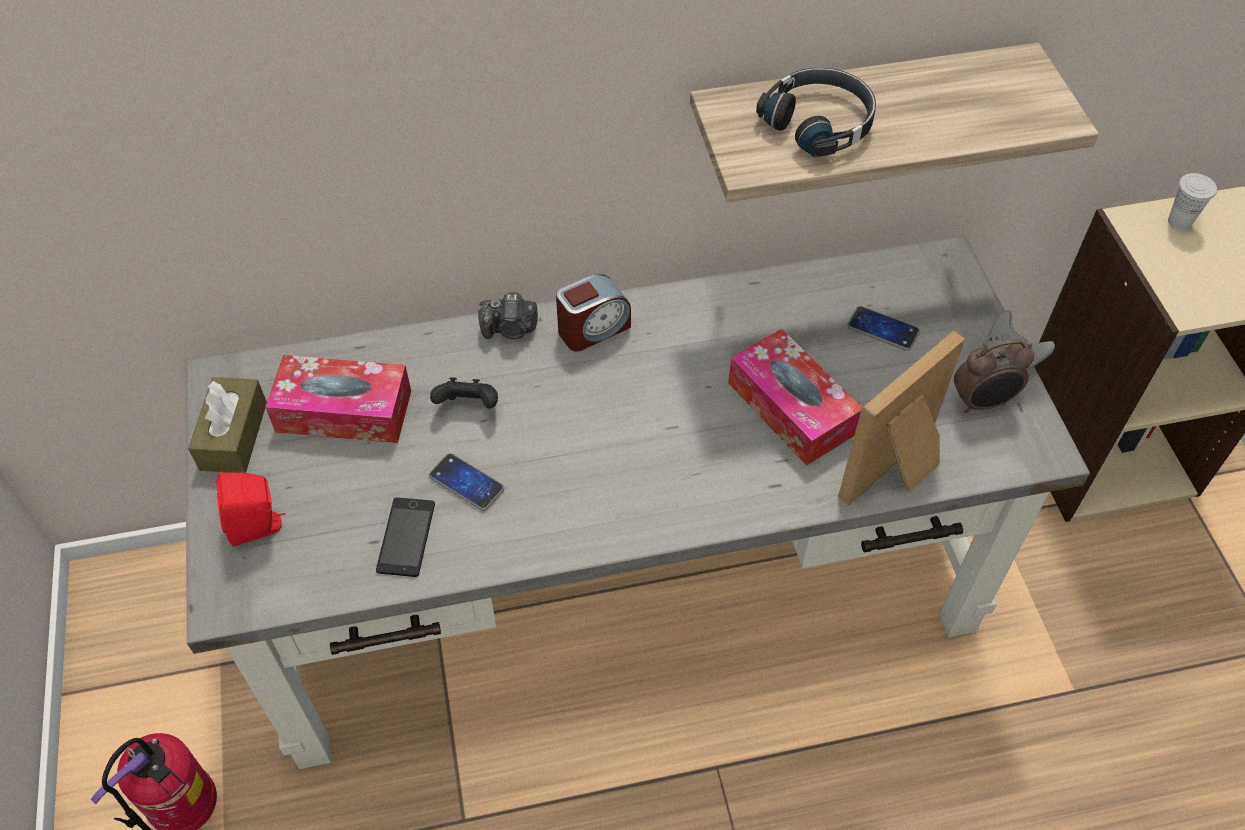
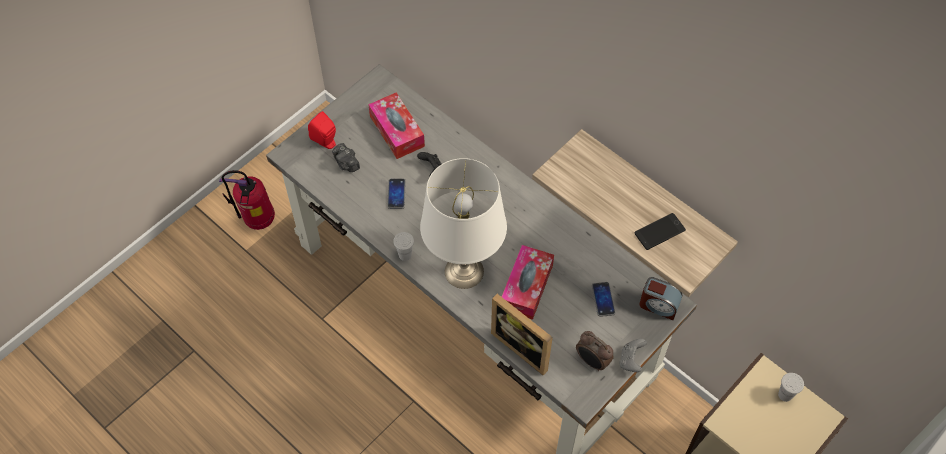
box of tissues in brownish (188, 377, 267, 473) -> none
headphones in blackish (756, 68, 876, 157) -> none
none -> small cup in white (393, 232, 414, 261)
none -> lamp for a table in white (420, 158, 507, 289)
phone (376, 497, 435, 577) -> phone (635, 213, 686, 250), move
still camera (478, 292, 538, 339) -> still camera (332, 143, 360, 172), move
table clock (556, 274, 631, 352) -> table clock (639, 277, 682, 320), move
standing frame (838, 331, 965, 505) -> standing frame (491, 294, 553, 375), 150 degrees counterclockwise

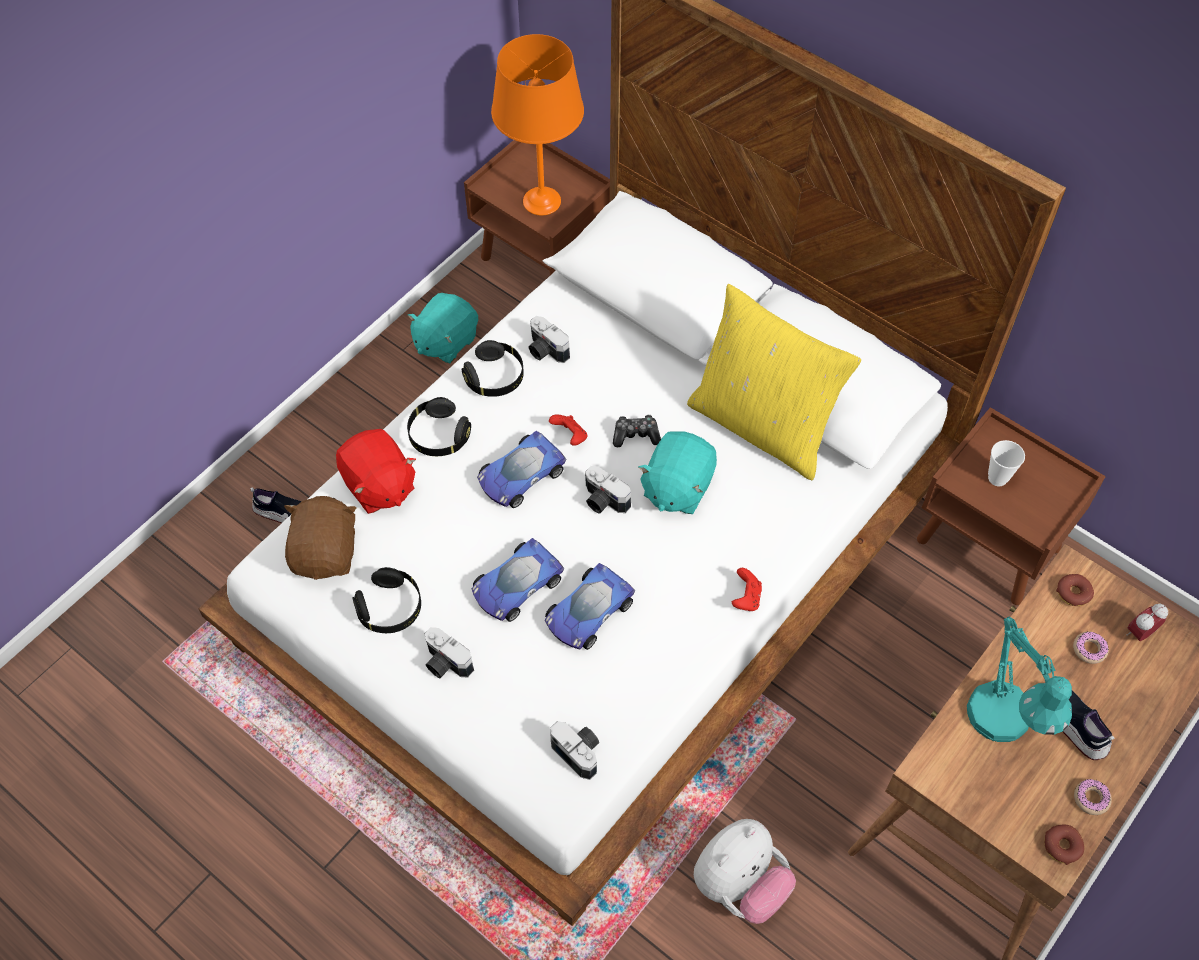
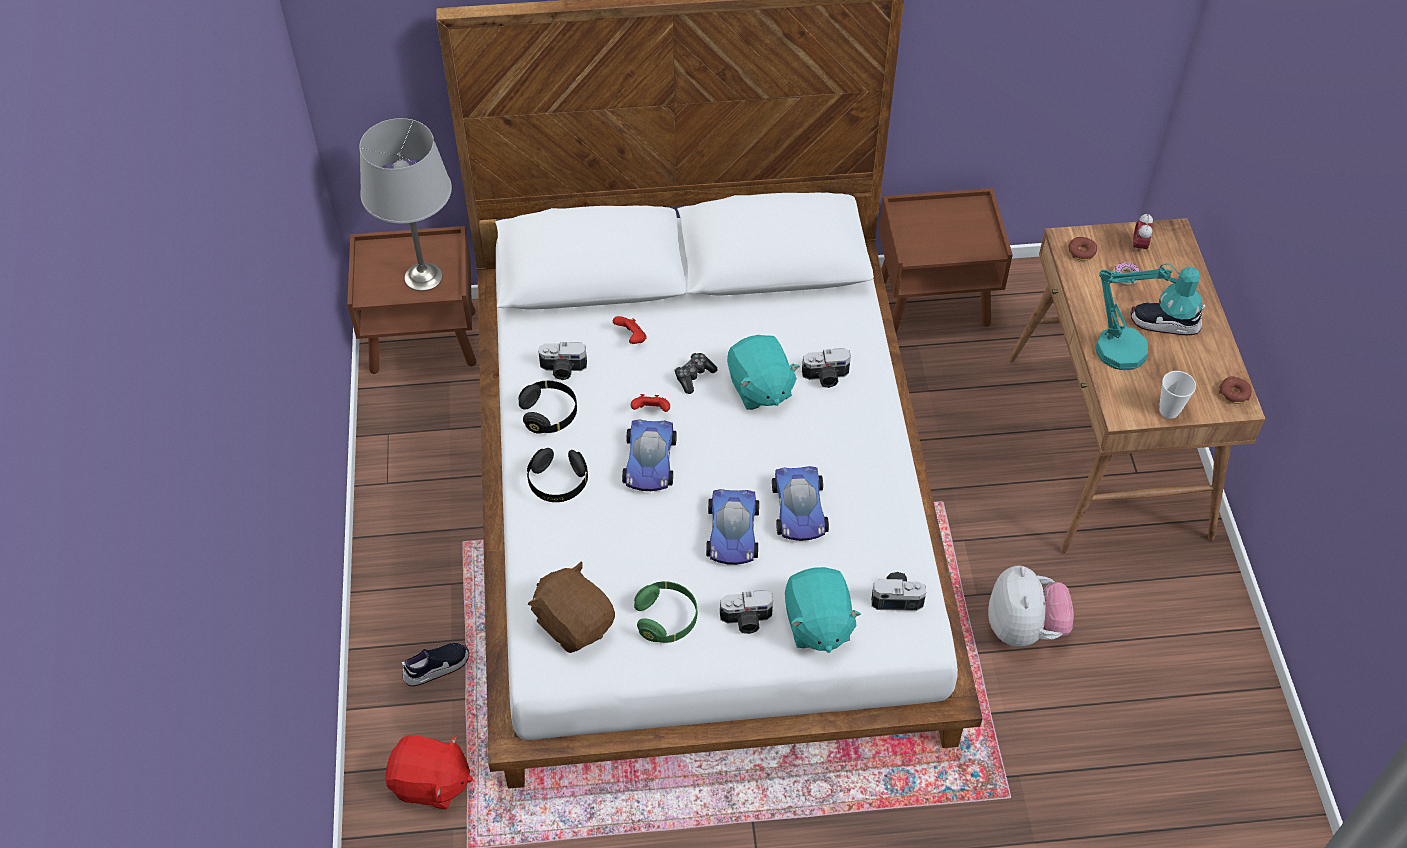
throw pillow in yellowish (687, 284, 861, 480) -> none
donut (1074, 779, 1112, 815) -> none
soft toy in red (336, 429, 416, 514) -> soft toy in red (385, 735, 473, 809), move
soft toy in turquoise-coloured (408, 293, 478, 363) -> soft toy in turquoise-coloured (785, 567, 861, 653), move
still camera (585, 466, 631, 514) -> still camera (802, 348, 851, 388), move
joypad in red (732, 568, 762, 611) -> joypad in red (613, 316, 647, 344), move
small cup (988, 440, 1025, 486) -> small cup (1159, 371, 1196, 419), move
headphones in blackish (352, 567, 421, 633) -> headphones in green-coloured (634, 581, 697, 643)
lamp for a table in orange-coloured (491, 34, 584, 215) -> lamp for a table in greyish (359, 118, 452, 291)

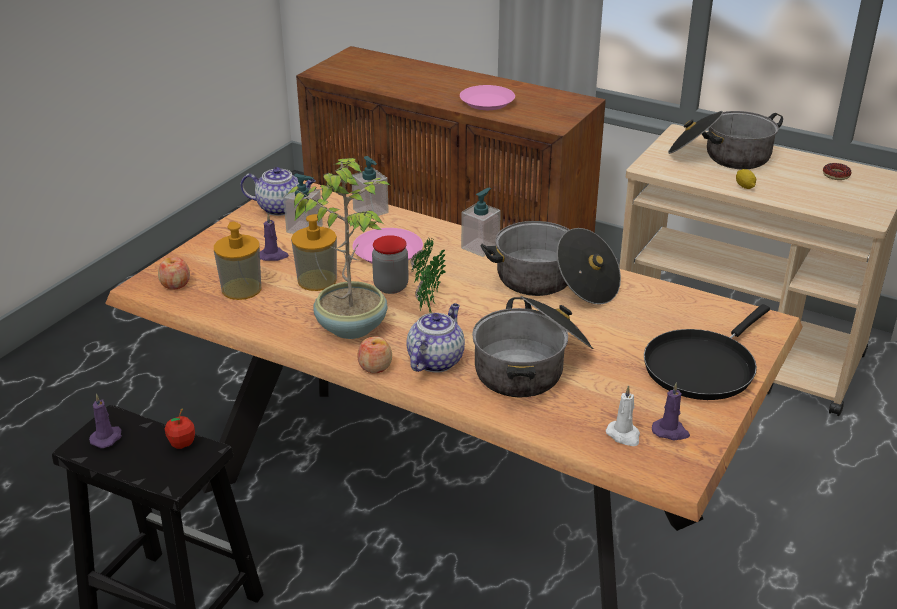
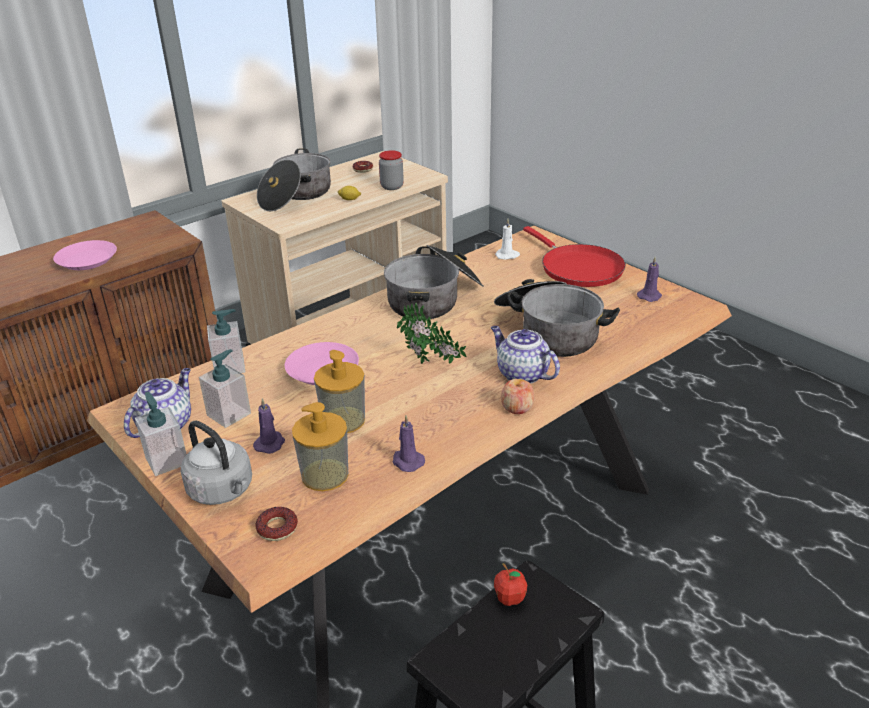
houseplant (287, 158, 390, 339) -> none
none -> water kettle in greyish (180, 420, 252, 505)
candle in purple (89, 394, 122, 448) -> candle in purple (392, 415, 425, 472), move
jar (372, 235, 409, 294) -> jar (379, 150, 404, 190), move
liquid soap bottle (461, 188, 501, 257) -> liquid soap bottle (135, 392, 187, 476), move
candle in white (606, 385, 640, 446) -> candle in white (495, 219, 520, 260), move
whole apple (158, 257, 190, 290) -> donut (256, 507, 298, 541)
pan in blackish (644, 304, 770, 400) -> pan in red (523, 226, 626, 287)

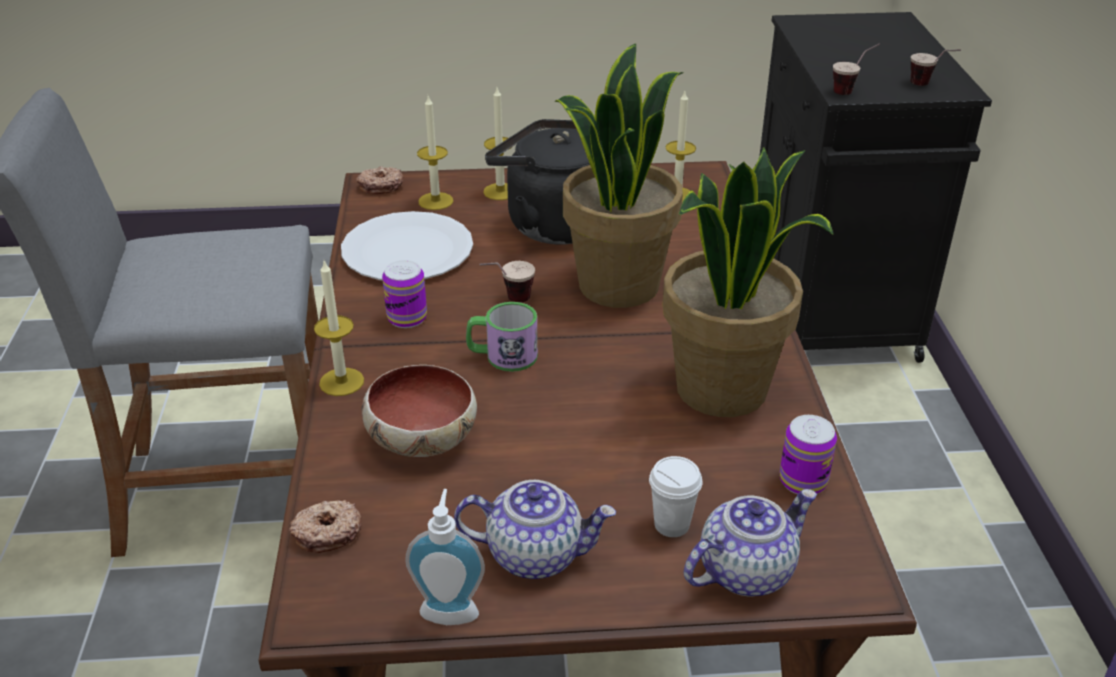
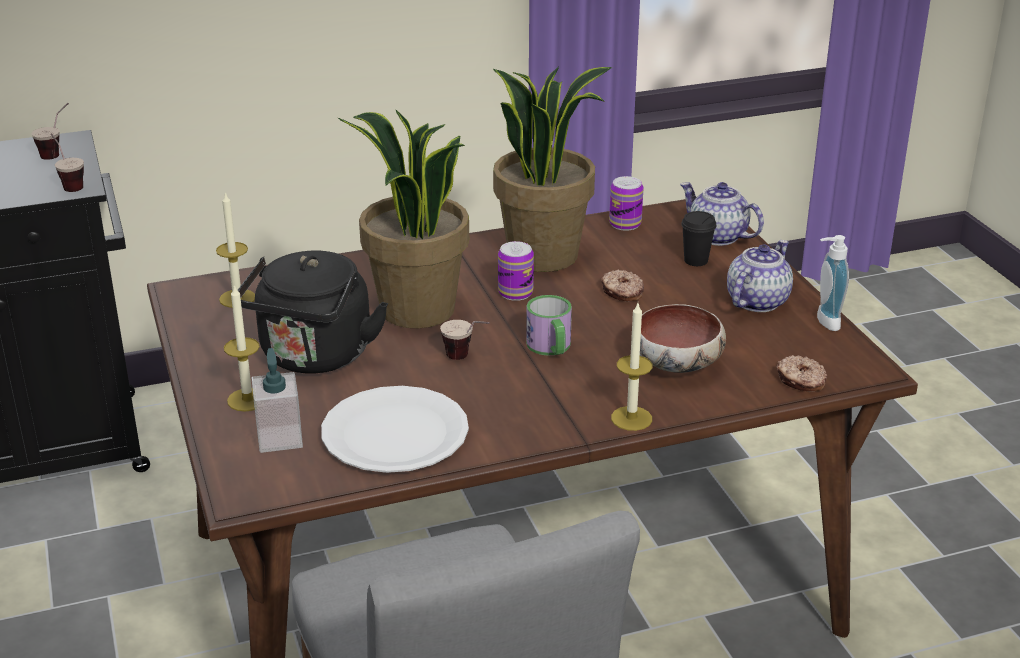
donut (356, 166, 403, 194) -> donut (601, 269, 644, 302), move
metal can (382, 260, 427, 328) -> metal can (498, 241, 534, 301), move
candle (417, 96, 453, 210) -> liquid soap bottle (252, 348, 303, 453)
small cup in white (649, 456, 703, 537) -> small cup in blackish (681, 211, 717, 266)
teapot (454, 480, 616, 579) -> teapot (727, 240, 793, 312), 45 degrees clockwise

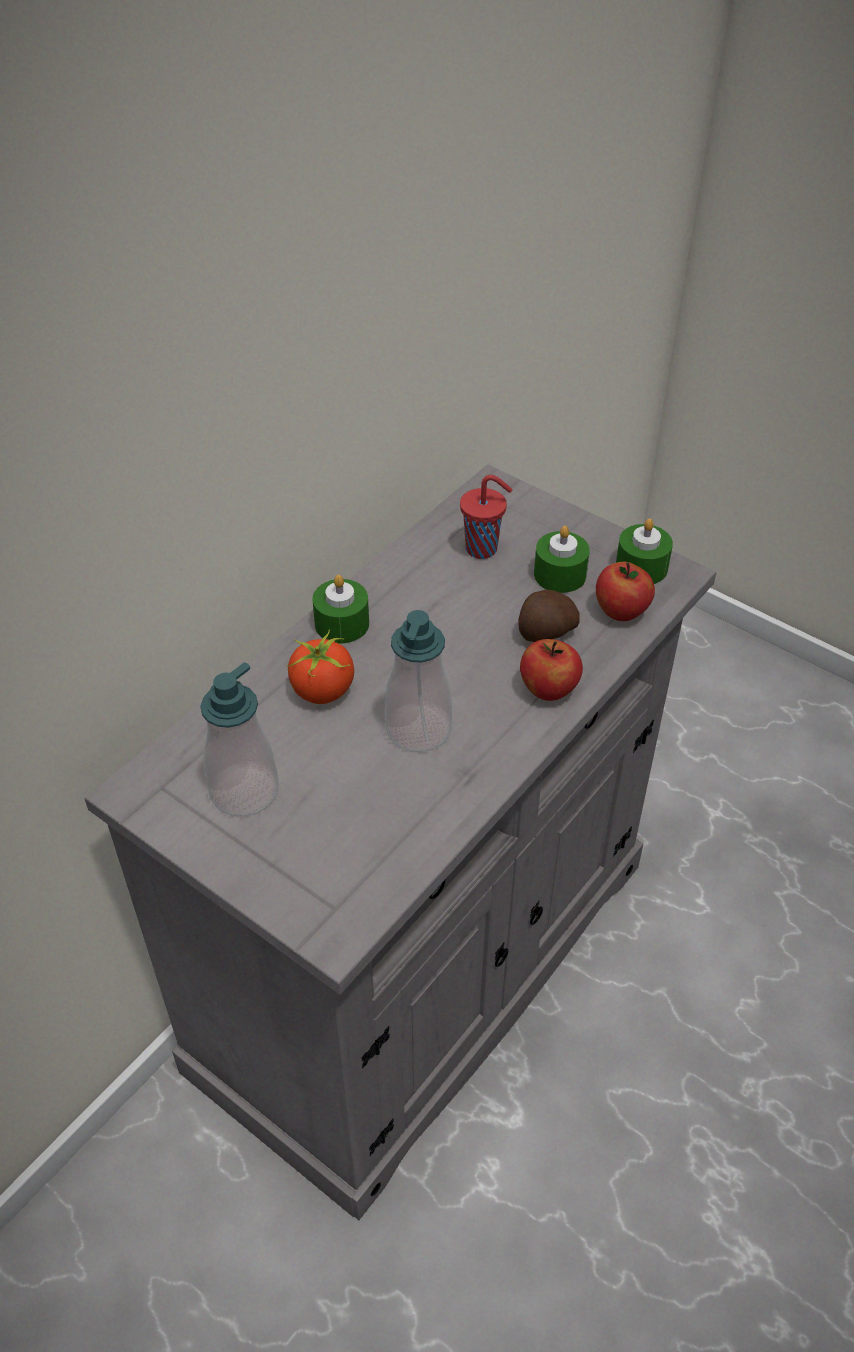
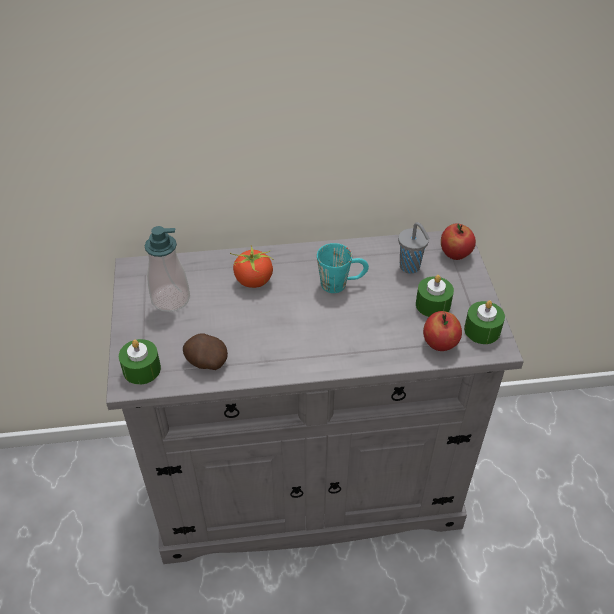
liquid soap bottle (385, 610, 452, 752) -> none
none -> mug in turquoise-coloured (317, 243, 369, 293)
candle in green-coloured (312, 575, 369, 644) -> candle in green-coloured (119, 339, 161, 385), move
whole potato (519, 590, 580, 642) -> whole potato (183, 333, 228, 370), move
whole apple (520, 639, 583, 701) -> whole apple (441, 223, 476, 260), move
small cup in red (460, 475, 512, 559) -> small cup in greyish (398, 222, 430, 274)

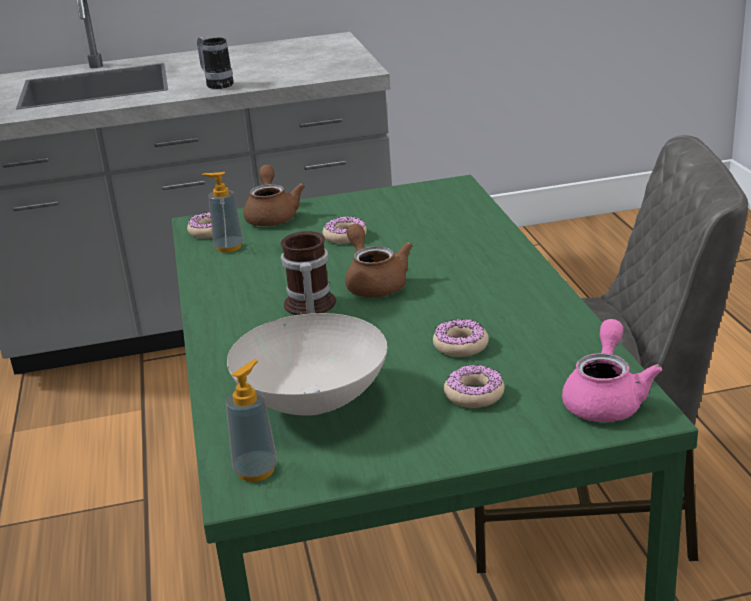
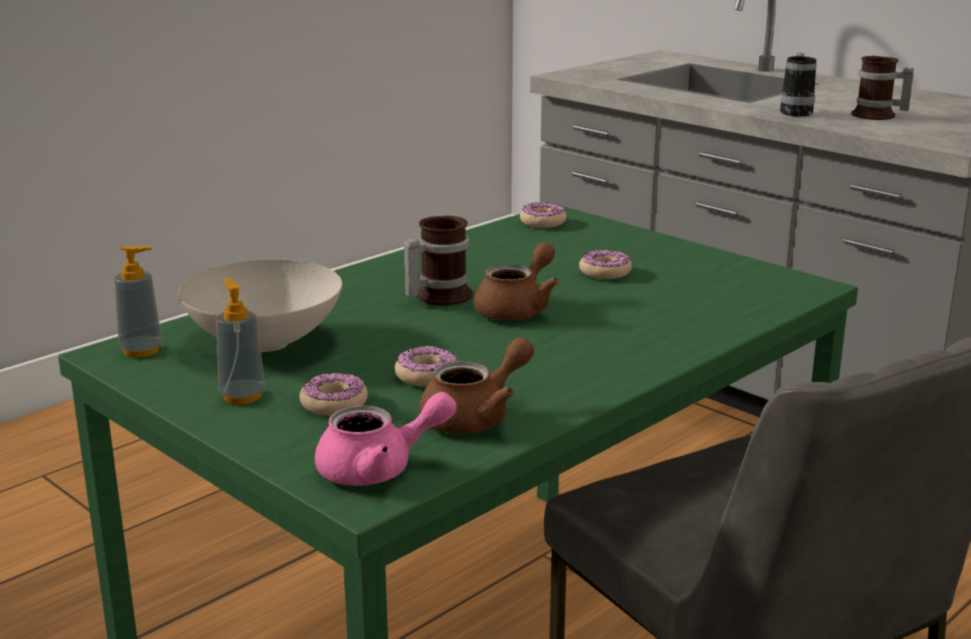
none -> mug (851, 56, 914, 120)
liquid soap bottle (202, 172, 243, 253) -> liquid soap bottle (216, 278, 265, 404), move
teapot in brownish (244, 165, 305, 226) -> teapot in brownish (419, 337, 534, 434), move

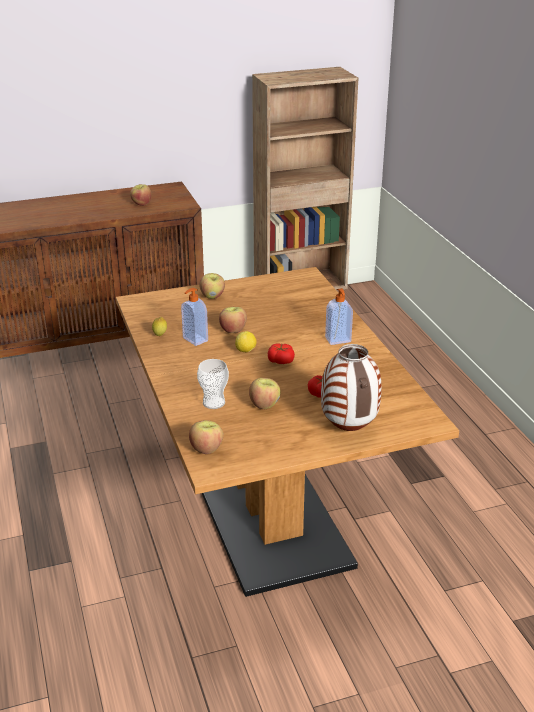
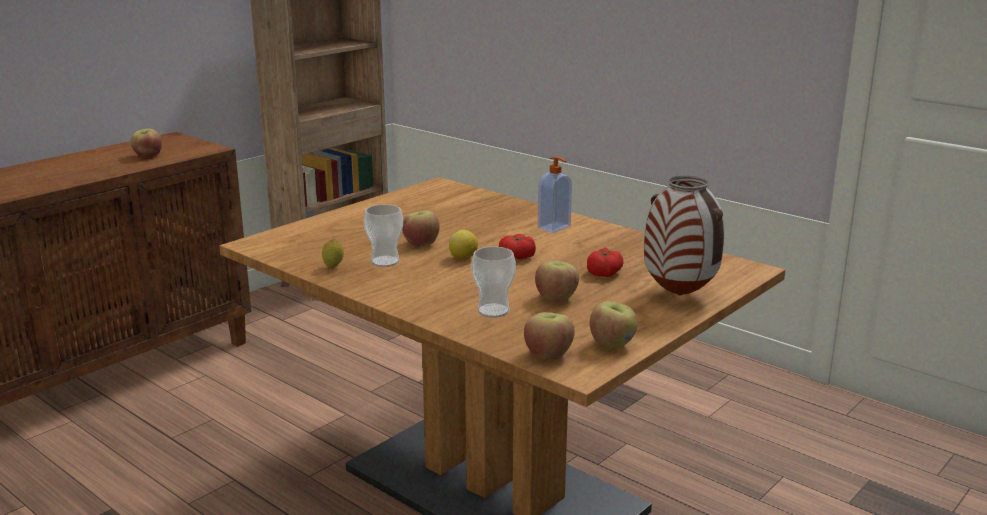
whole apple (199, 273, 225, 299) -> whole apple (590, 301, 637, 349), move
liquid soap bottle (181, 288, 208, 346) -> small cup (364, 204, 403, 267)

